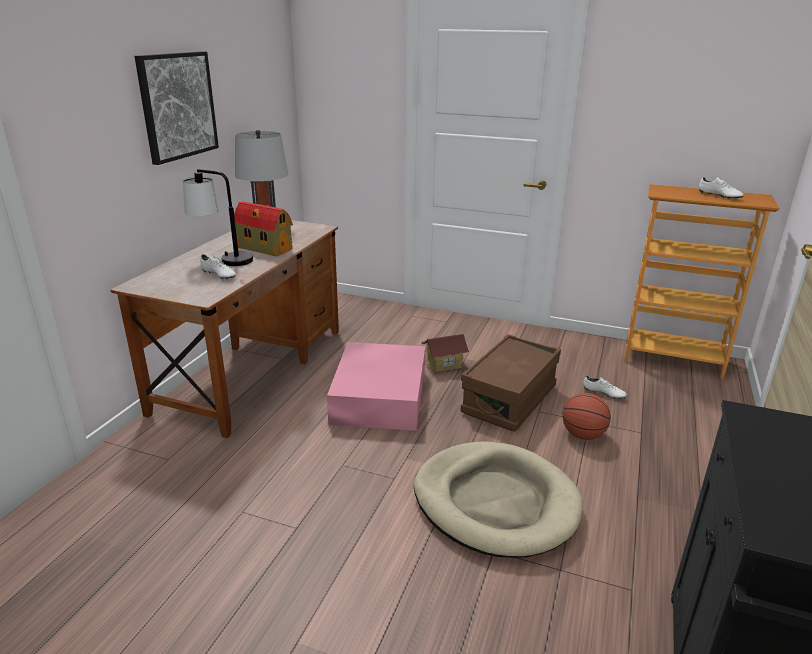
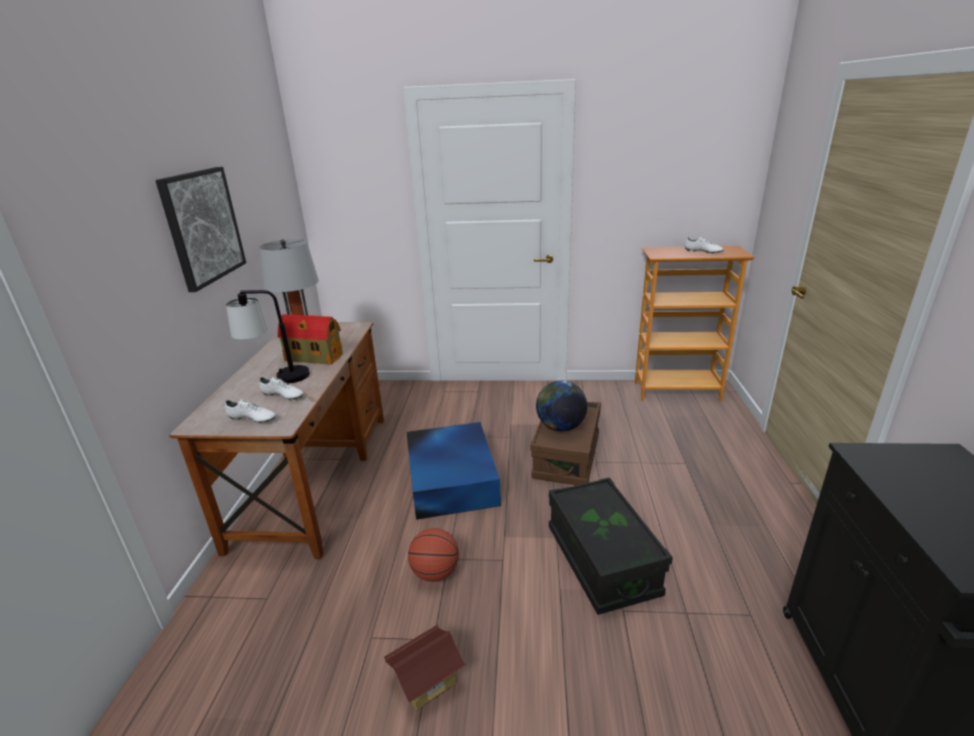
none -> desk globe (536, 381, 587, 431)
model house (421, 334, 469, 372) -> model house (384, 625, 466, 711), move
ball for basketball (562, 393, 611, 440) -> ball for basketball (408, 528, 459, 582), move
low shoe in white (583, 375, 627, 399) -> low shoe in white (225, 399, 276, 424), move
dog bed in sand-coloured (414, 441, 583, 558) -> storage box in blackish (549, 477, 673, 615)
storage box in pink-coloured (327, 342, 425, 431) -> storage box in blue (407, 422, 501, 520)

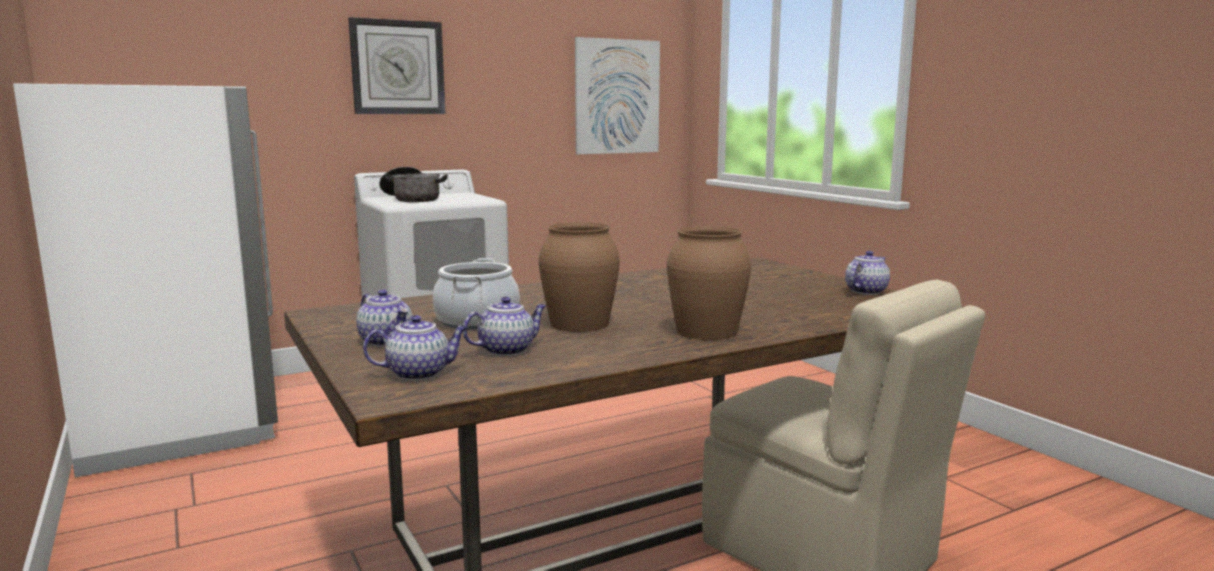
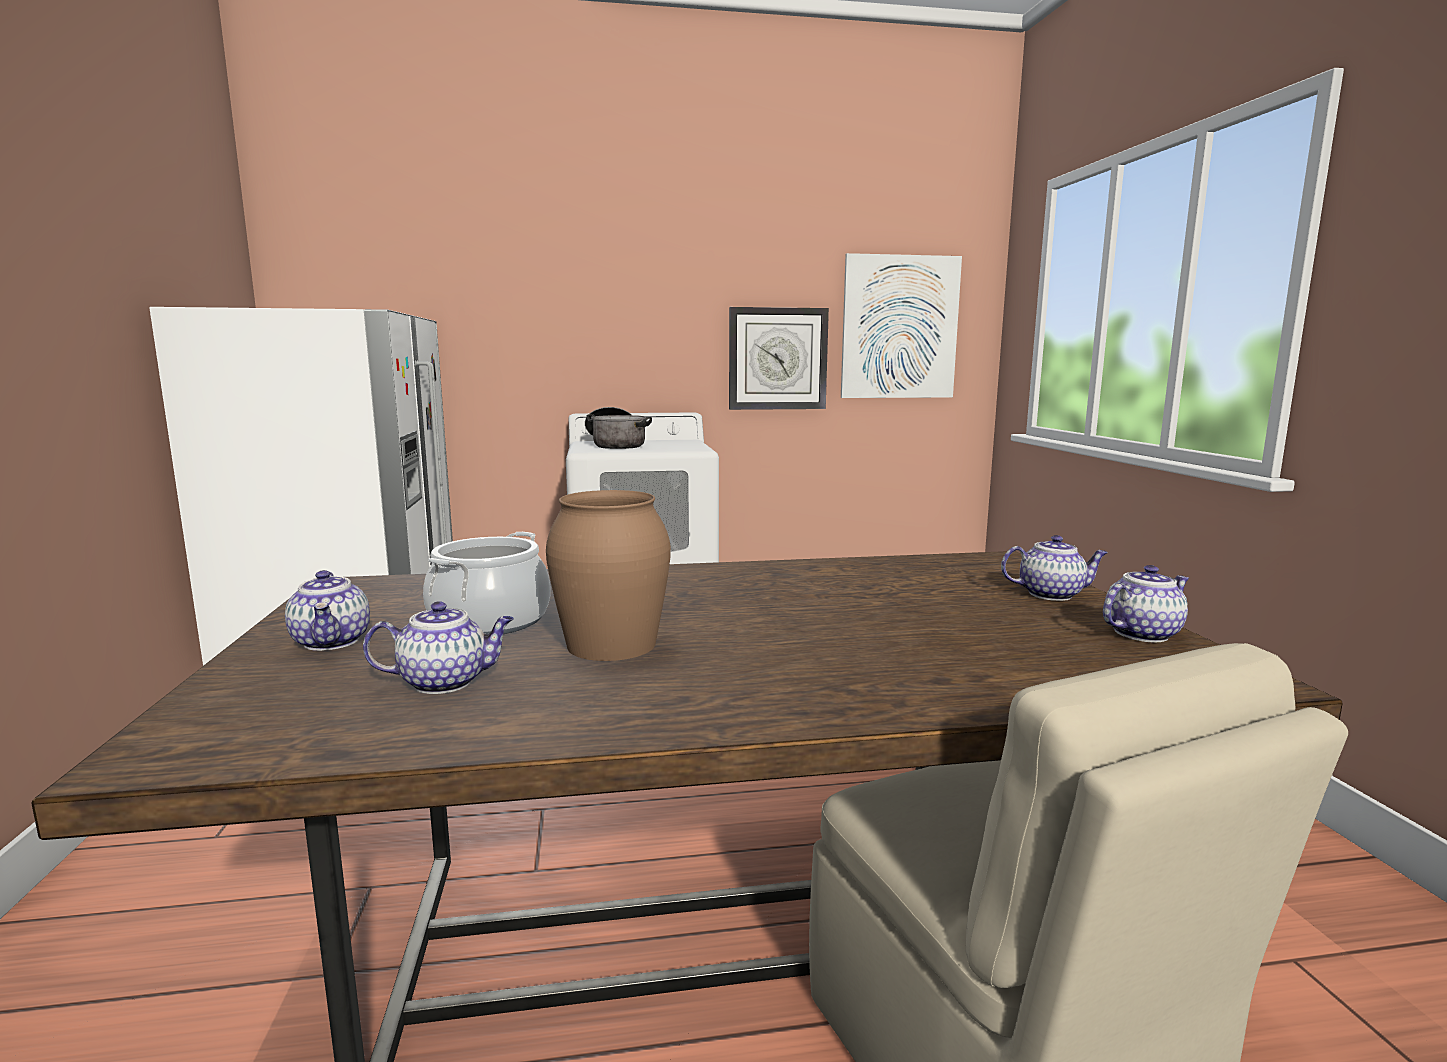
decorative vase in brownish (667, 226, 751, 340) -> none
clock on the wall (348, 17, 445, 114) -> clock on the wall (729, 307, 829, 410), move
teapot (363, 315, 468, 380) -> teapot (1001, 535, 1108, 601), move

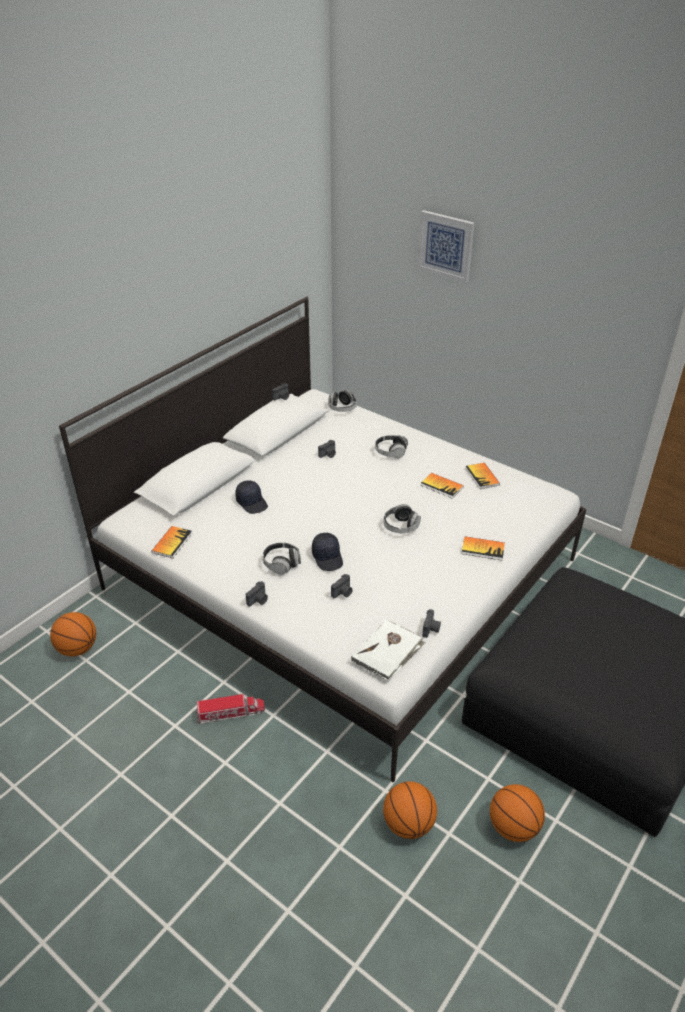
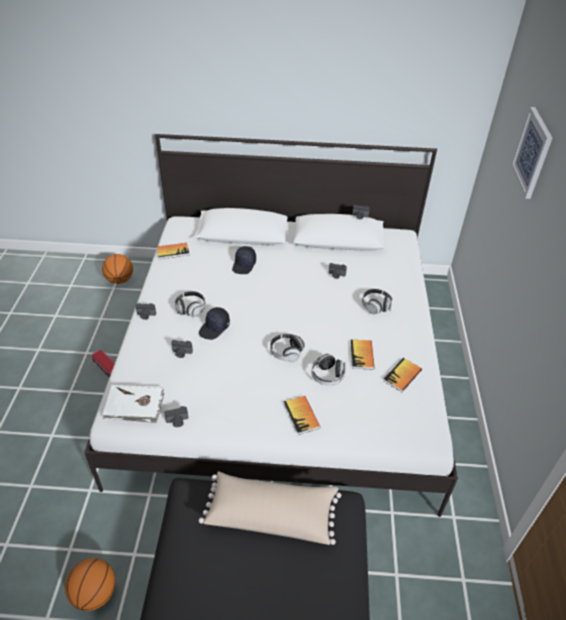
ball for basketball (383, 781, 437, 839) -> none
none -> throw pillow in sand-coloured (199, 471, 341, 545)
headphones (328, 390, 357, 412) -> headphones (311, 354, 345, 386), move

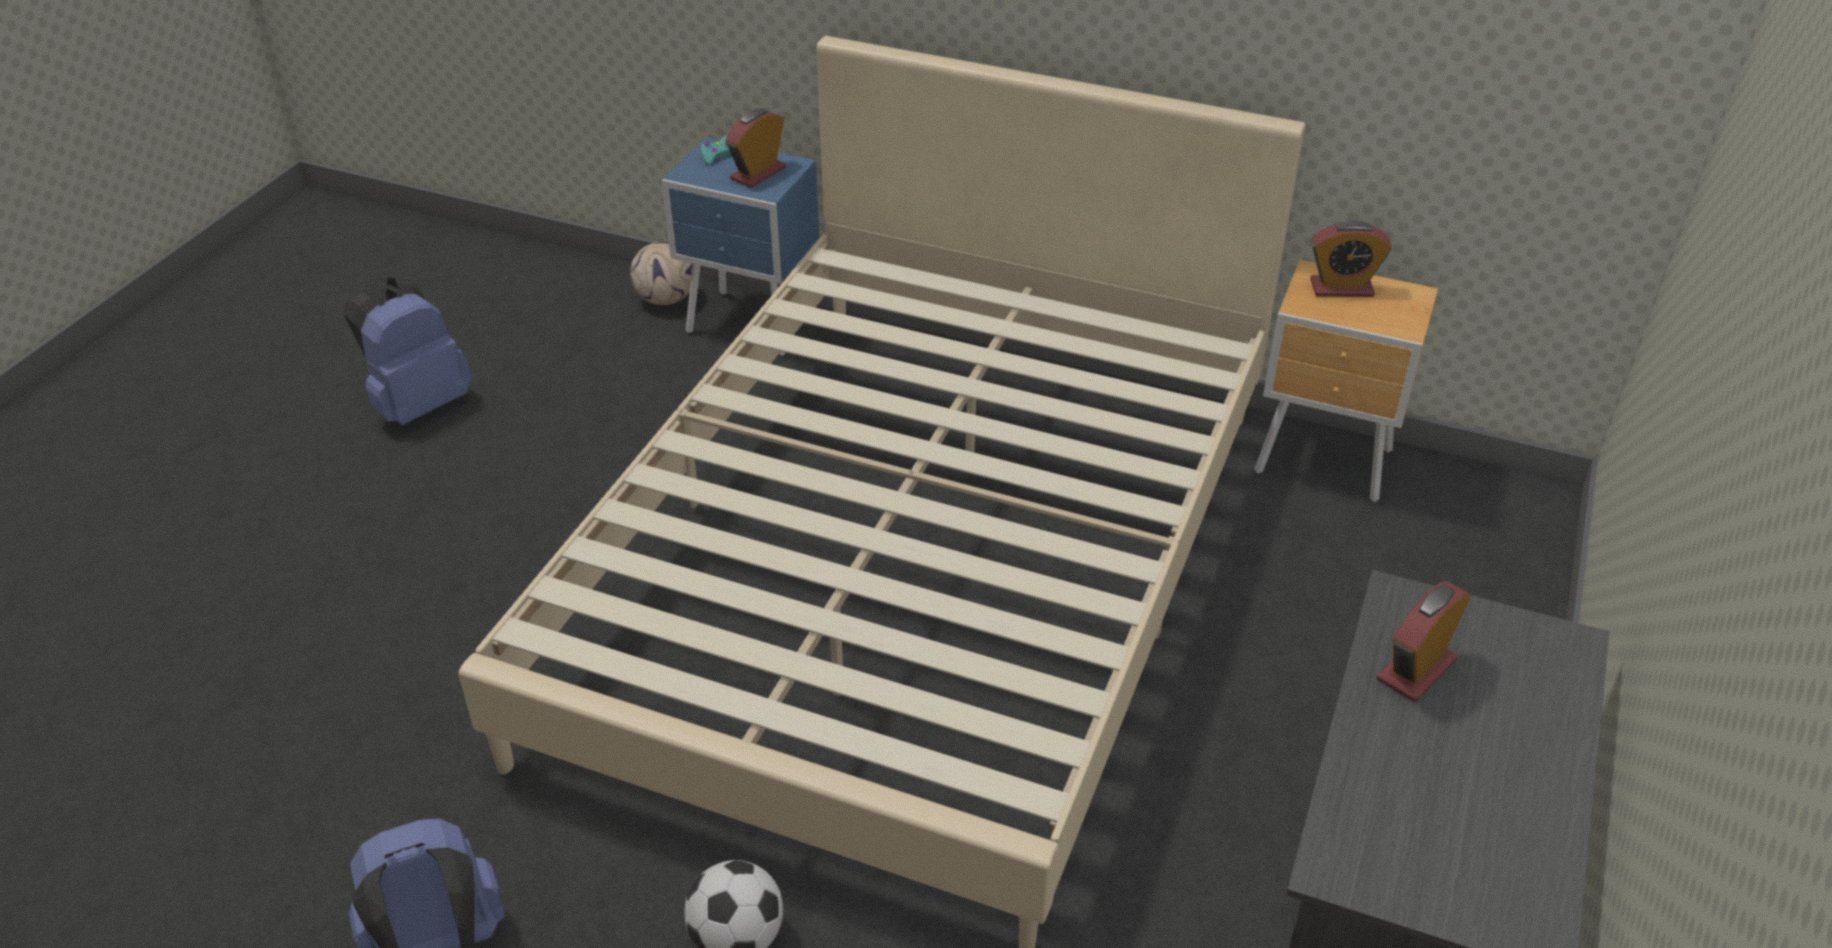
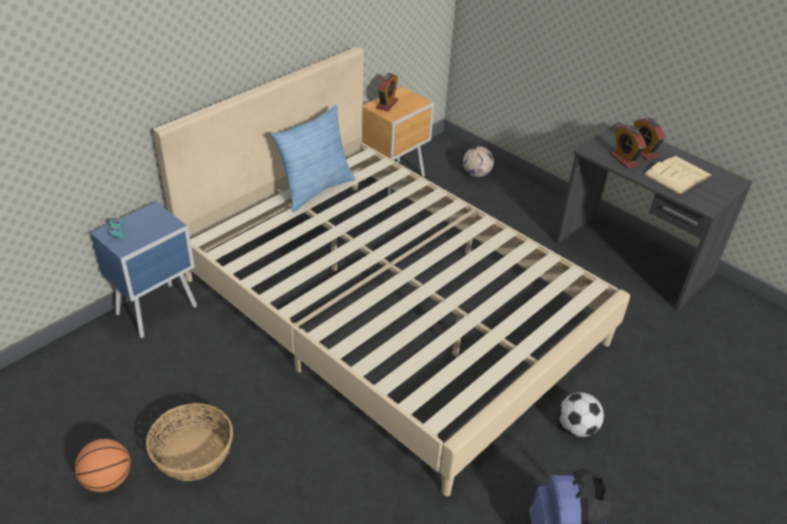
none -> storage basket (146, 403, 233, 481)
none -> throw pillow (271, 105, 355, 212)
none -> book in sand-coloured (643, 156, 712, 195)
football (630, 242, 693, 305) -> football (463, 146, 494, 177), move
table clock (725, 108, 786, 188) -> table clock (634, 118, 666, 160), move
knapsack in blue (344, 277, 472, 425) -> ball for basketball (75, 439, 131, 492)

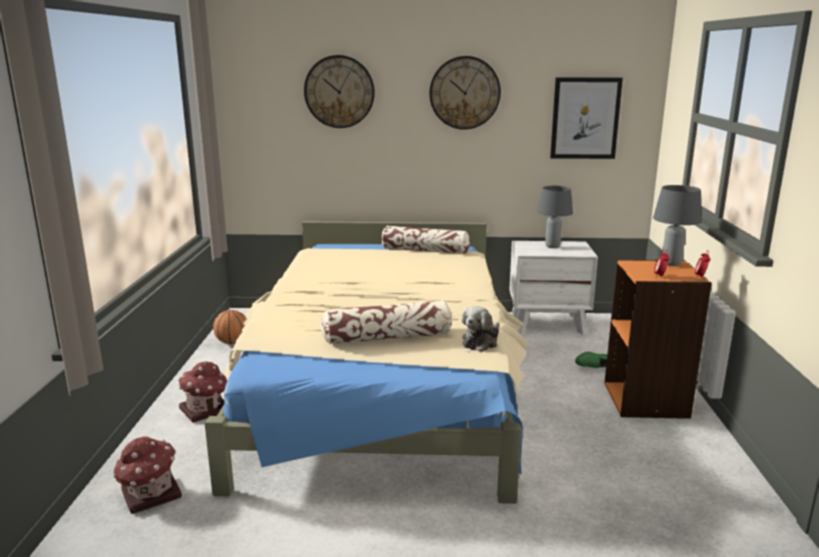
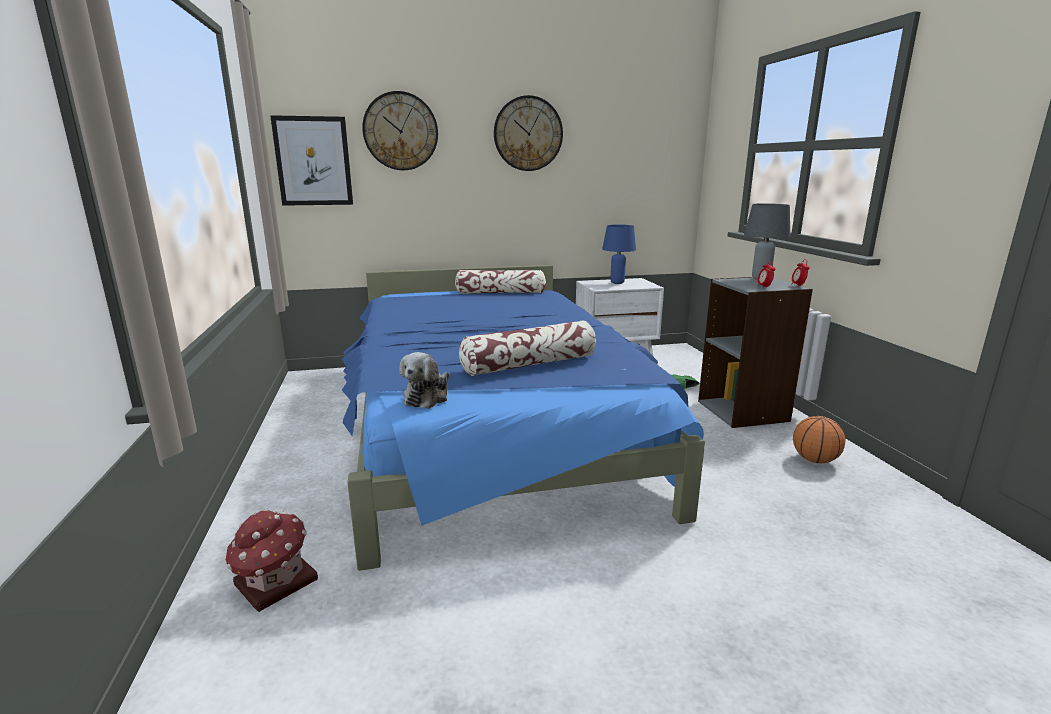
model house (178, 362, 227, 423) -> none
ball for basketball (213, 310, 246, 344) -> ball for basketball (793, 416, 846, 463), move
soft toy (462, 306, 499, 352) -> soft toy (399, 352, 449, 409), move
wall art (550, 77, 623, 159) -> wall art (270, 115, 353, 206), move
sleeping bed in sand-coloured (205, 221, 529, 504) -> sleeping bed in blue (342, 265, 705, 571)
lamp for a table in greyish (537, 186, 573, 248) -> lamp for a table in blue (602, 224, 636, 284)
bookshelf in orange-coloured (604, 260, 712, 419) -> bookshelf in greyish (698, 277, 813, 428)

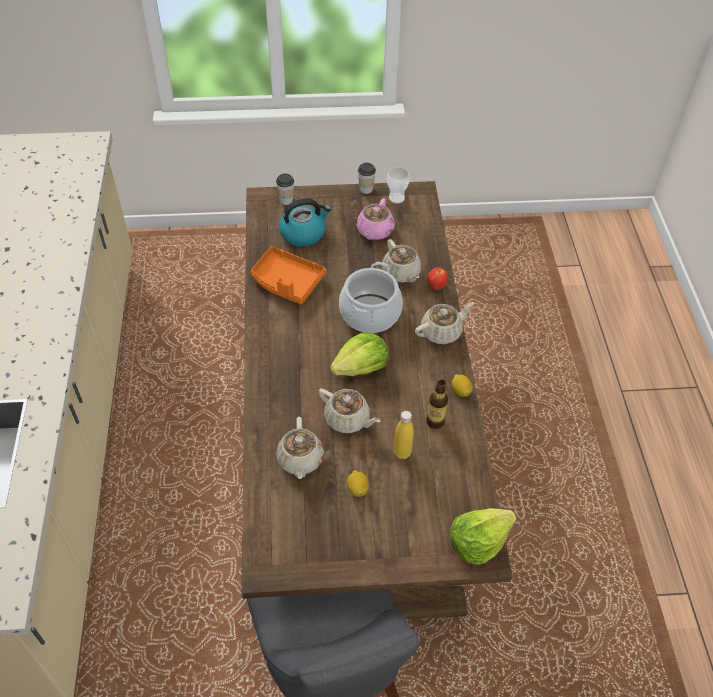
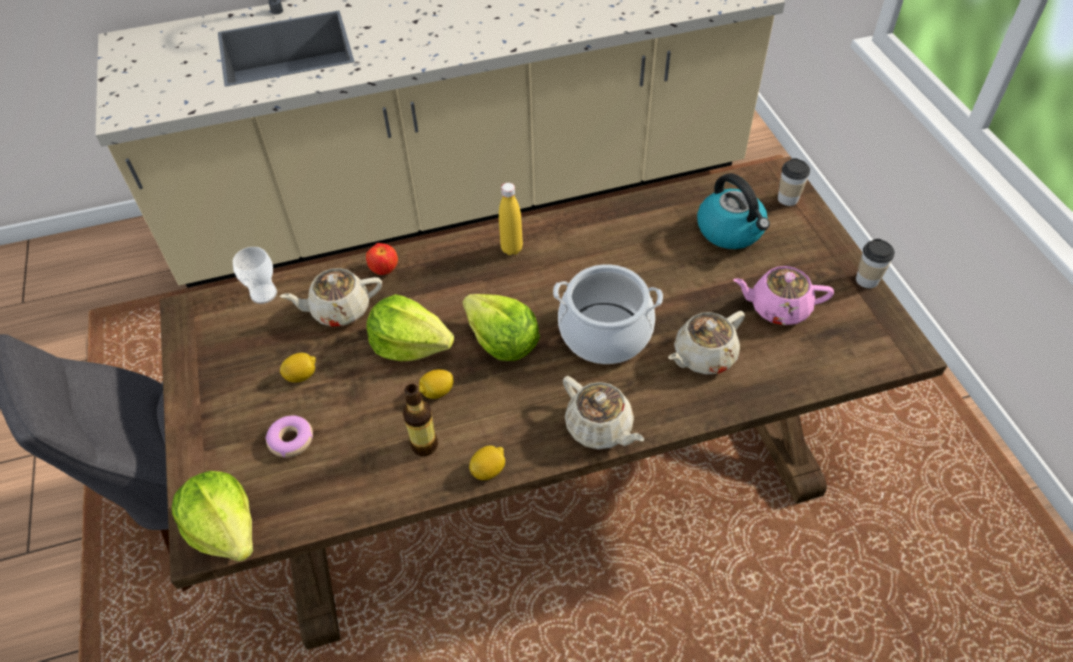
serving tray in orange-coloured (250, 246, 326, 304) -> none
none -> donut (265, 415, 313, 458)
none -> lemon (419, 369, 453, 399)
small cup (387, 167, 410, 204) -> small cup (233, 247, 277, 304), move
beverage bottle in yellowish (394, 411, 414, 459) -> beverage bottle in yellowish (499, 183, 523, 255), move
whole apple (427, 267, 448, 290) -> whole apple (366, 243, 398, 275), move
teapot in sand-coloured (318, 388, 380, 433) -> head of lettuce (366, 294, 454, 361)

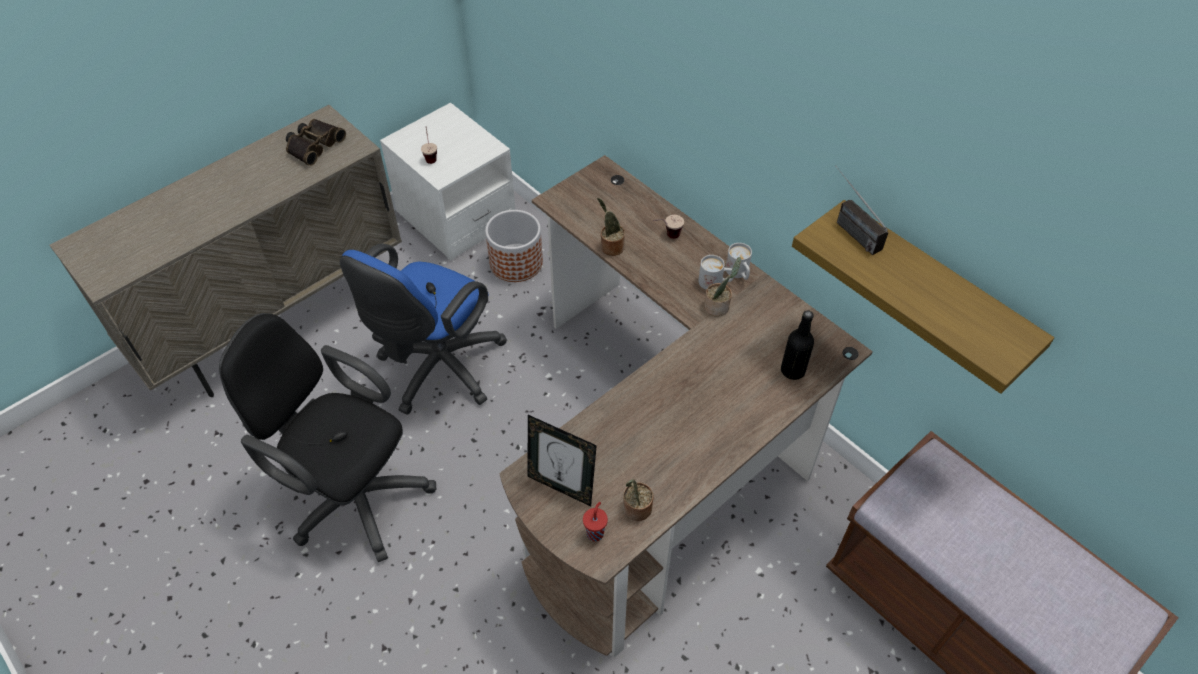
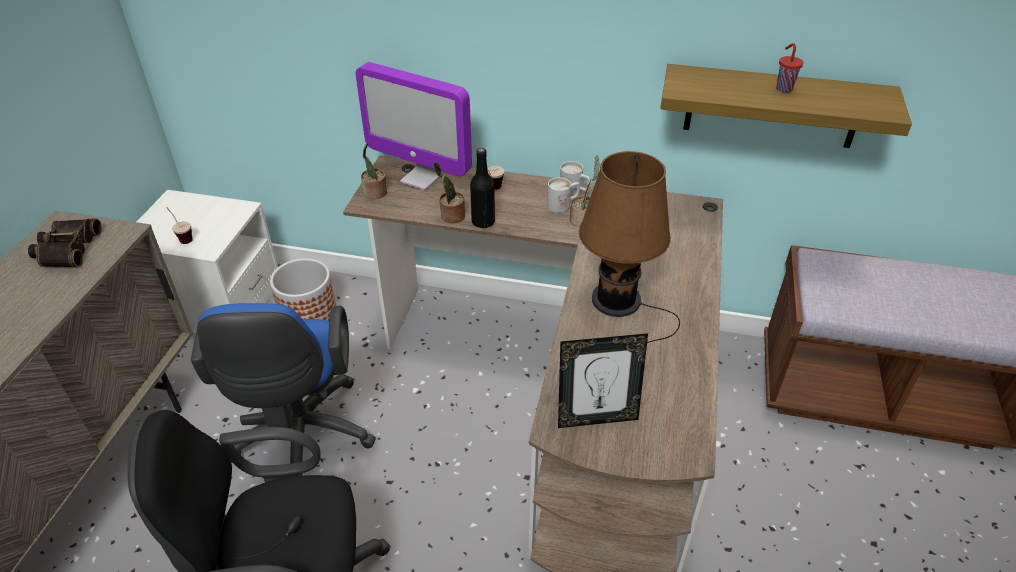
radio set (835, 166, 889, 255) -> none
none -> monitor (356, 62, 472, 190)
none -> lamp for a table in brownish (579, 151, 680, 343)
small cup in red (583, 502, 608, 542) -> small cup in red (776, 43, 803, 93), move
houseplant (623, 479, 653, 521) -> houseplant (361, 143, 387, 199), move
beverage bottle in blackish (781, 310, 814, 380) -> beverage bottle in blackish (470, 148, 495, 228), move

